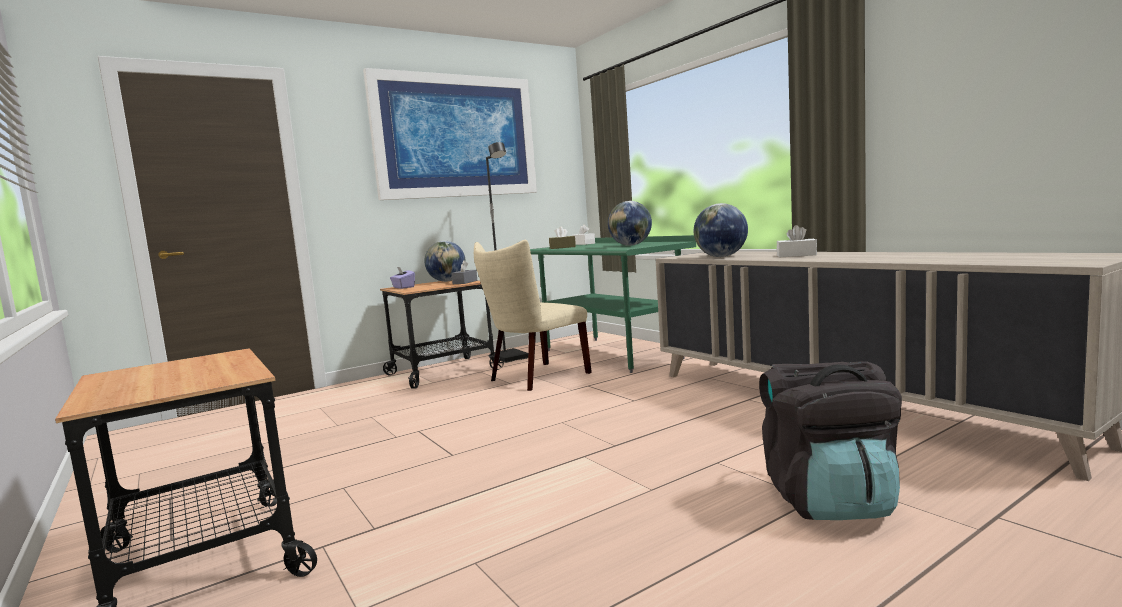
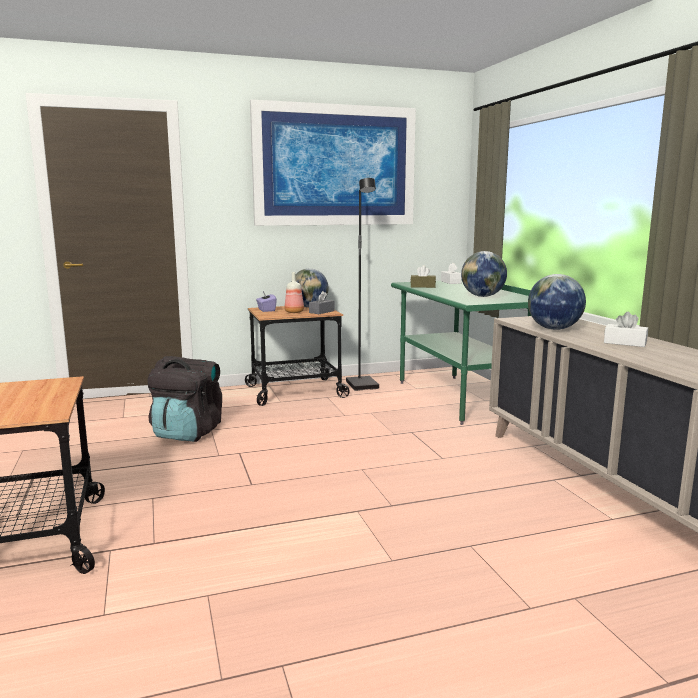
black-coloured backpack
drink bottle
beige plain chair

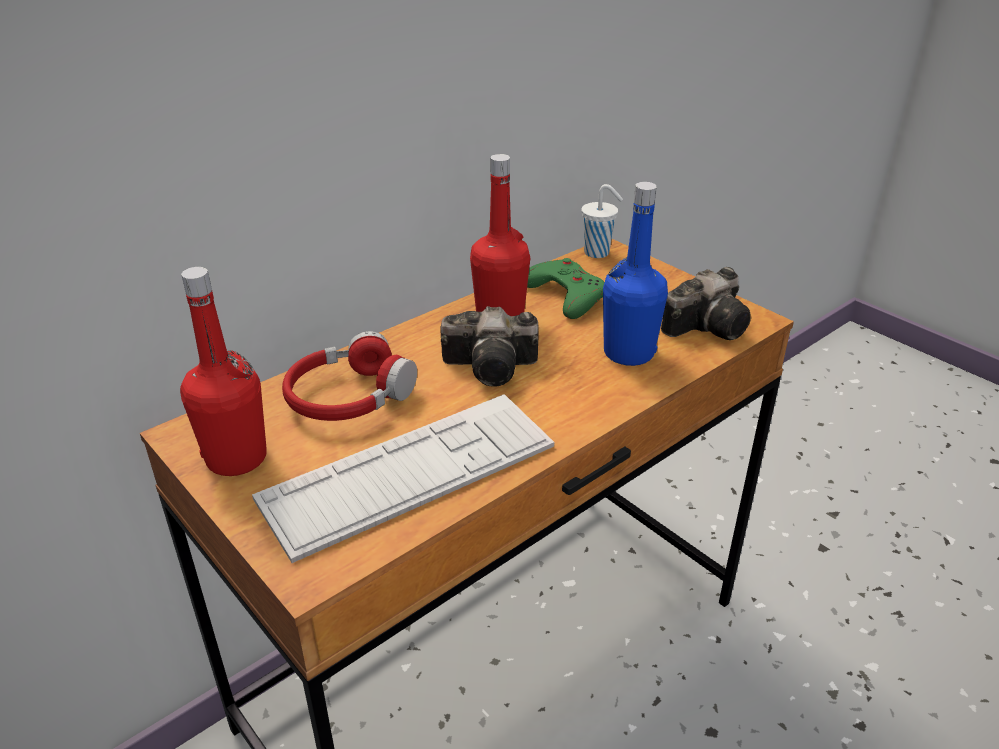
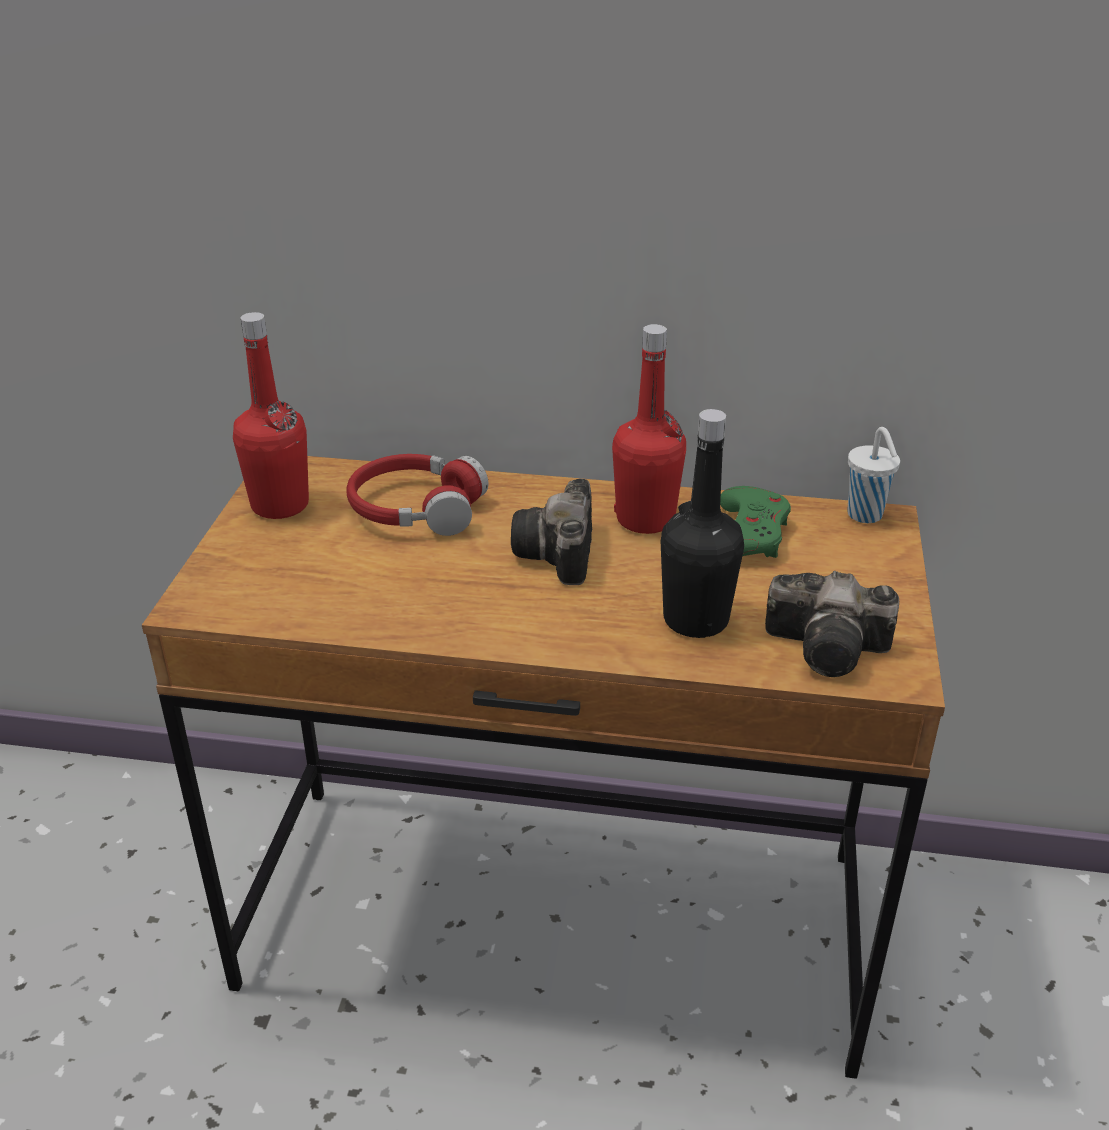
photo camera (1st from left)
black-coloured drink bottle
keyboard

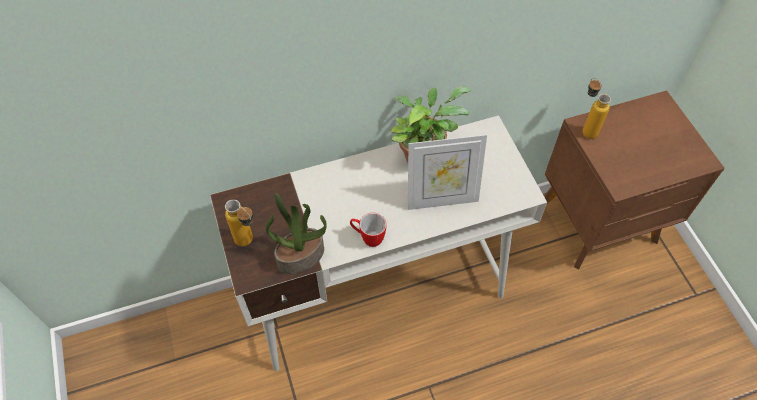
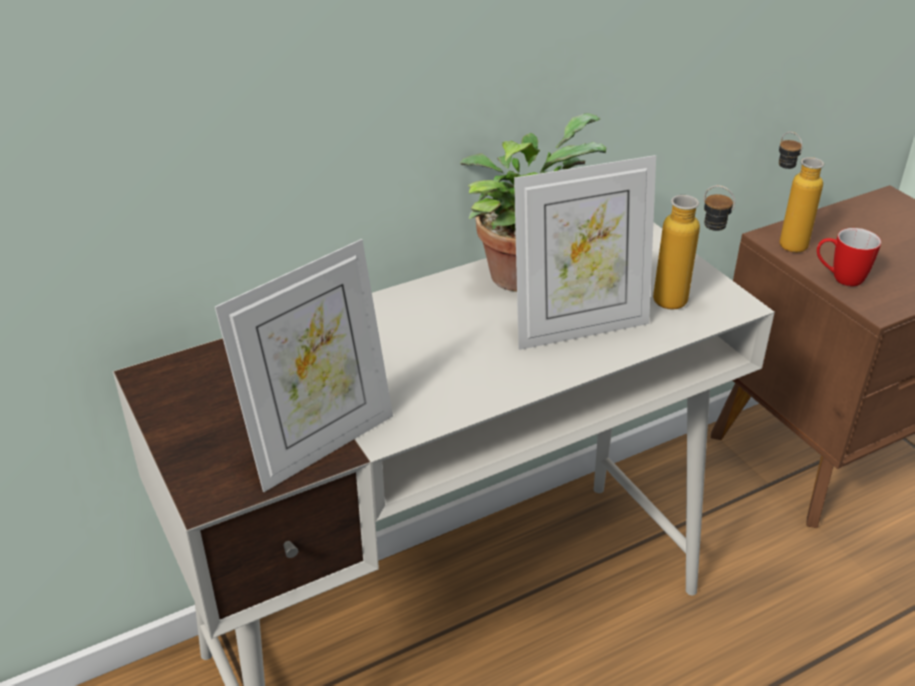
picture frame (1st from left)
drink bottle (1st from left)
coffee mug

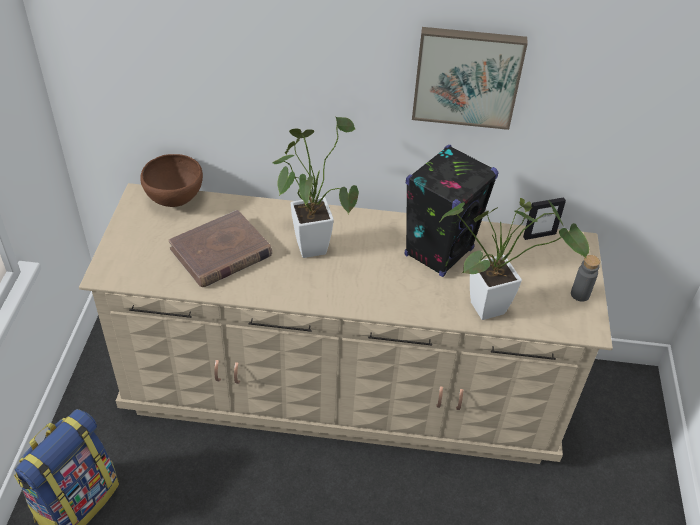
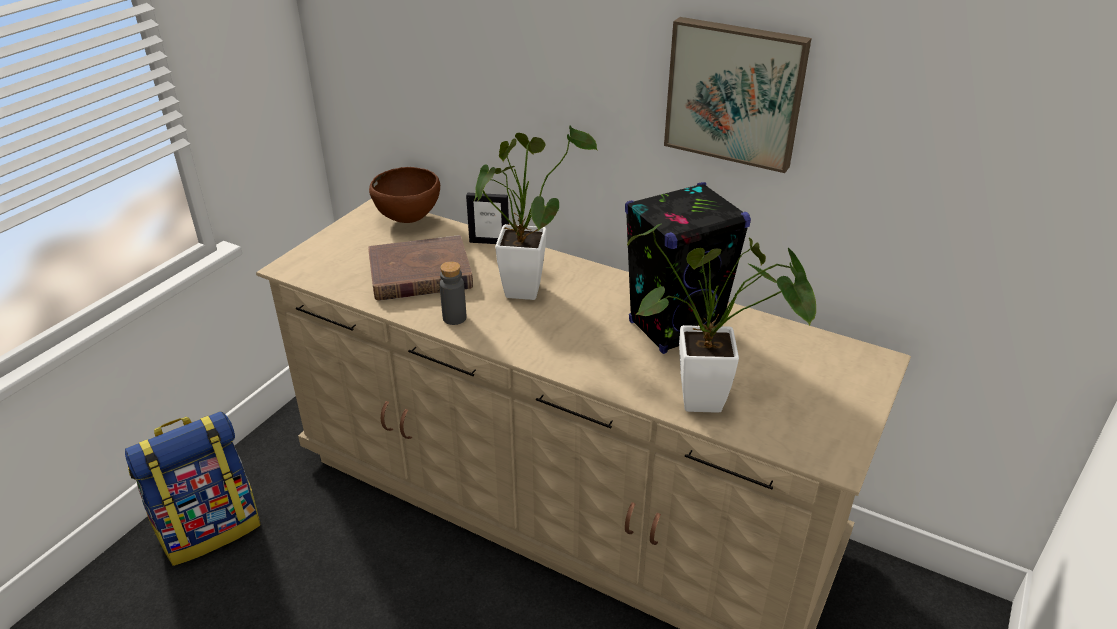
greyish drink bottle
picture frame

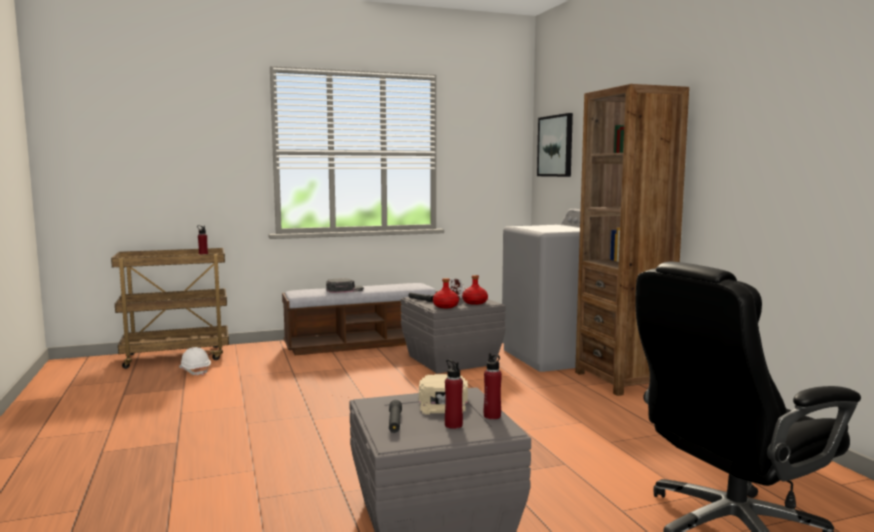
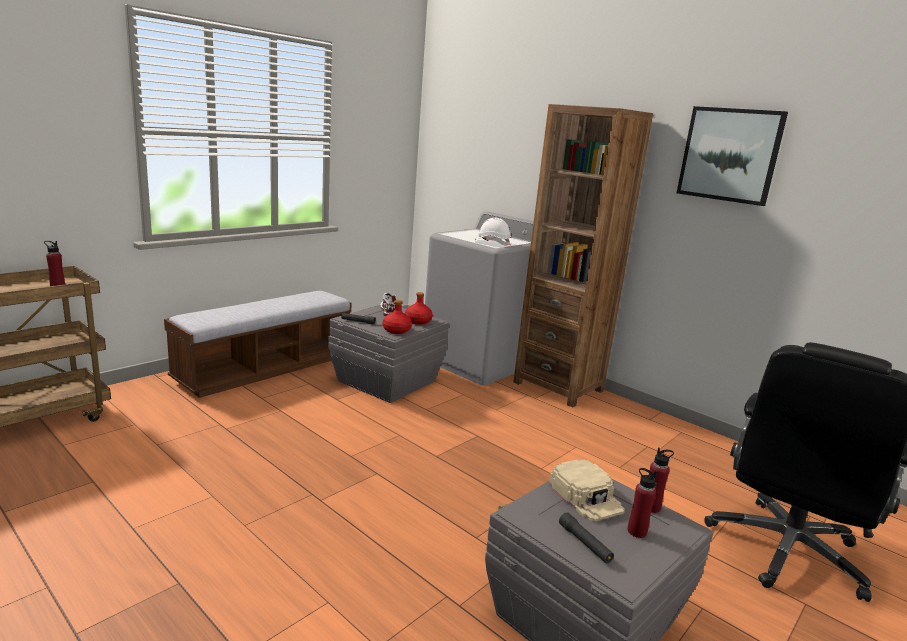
whitish work helmet
picture
black-coloured peaked cap

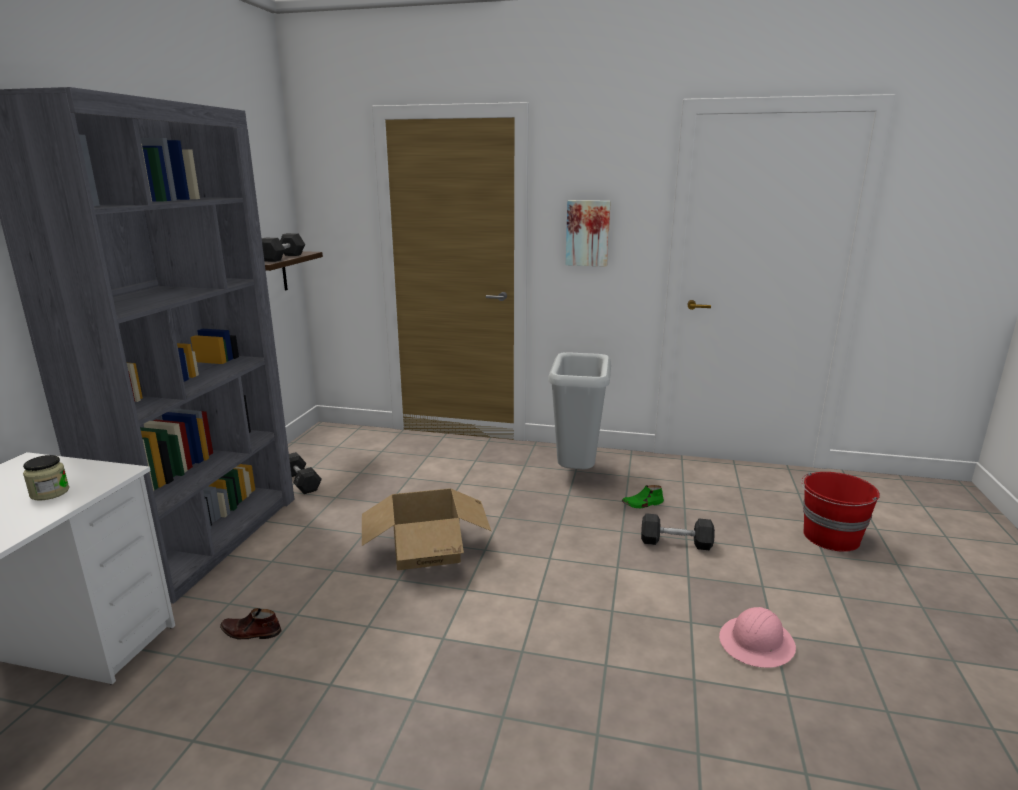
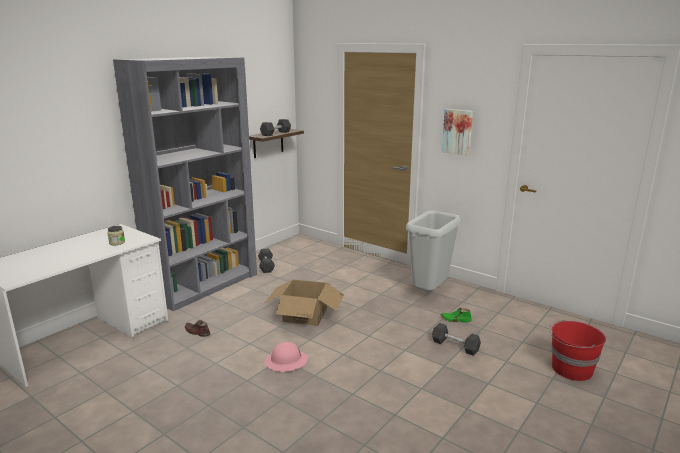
pink work helmet

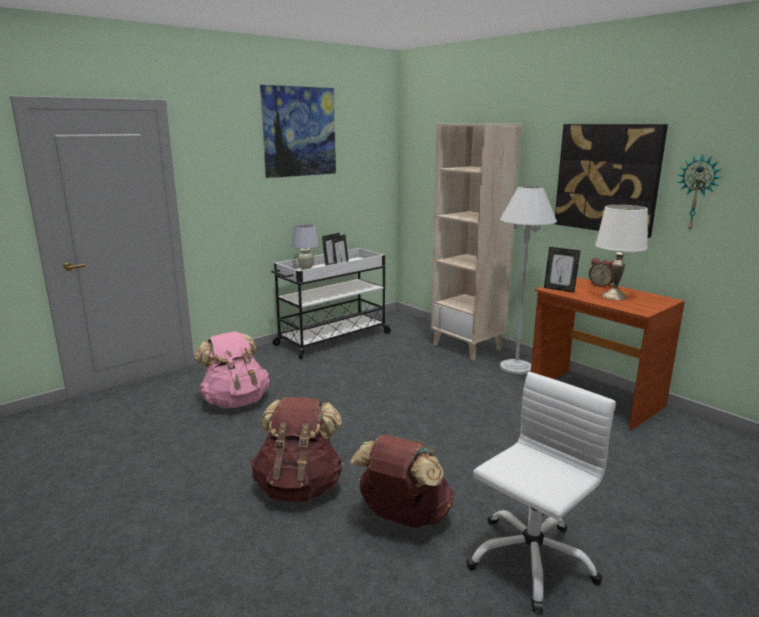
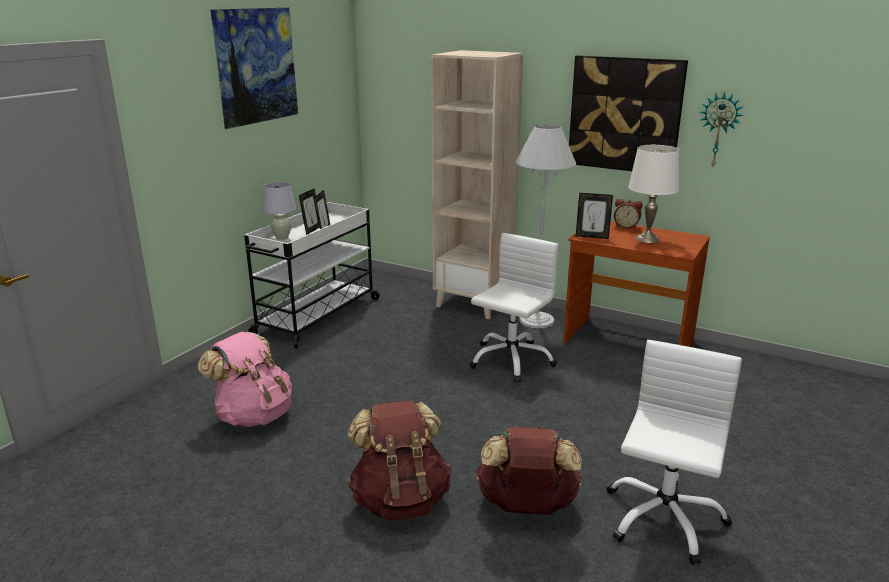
whitish computer chair (1st from left)

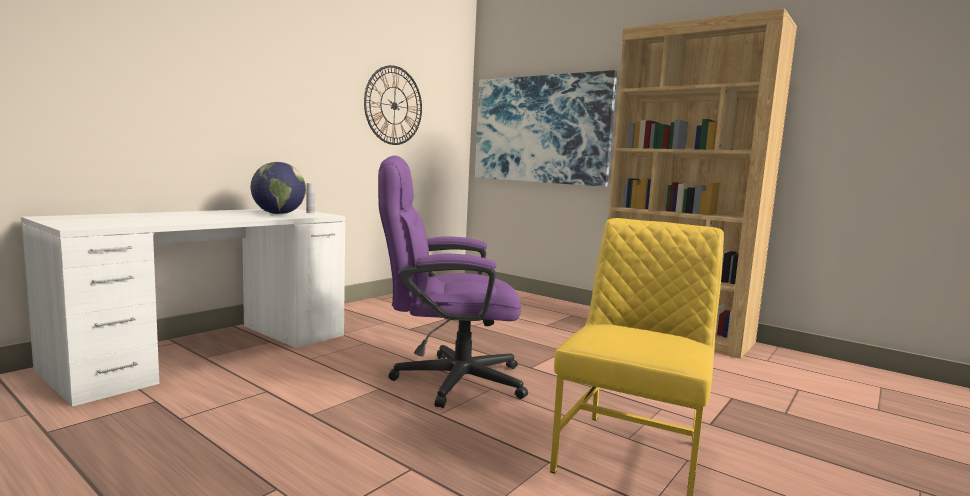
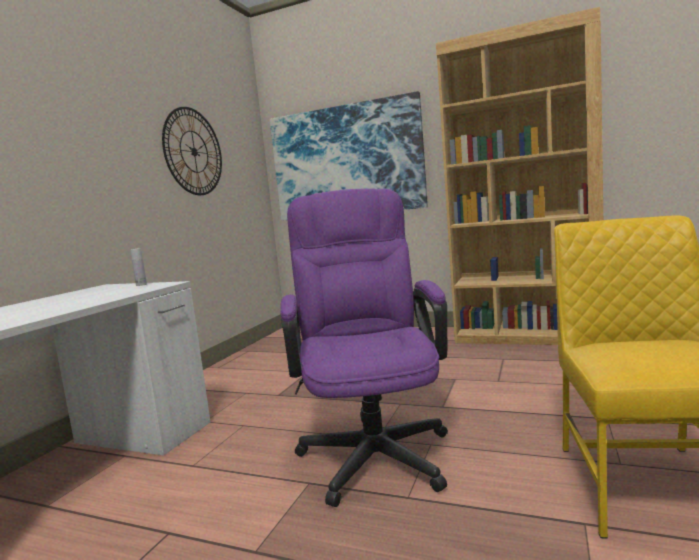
purple computer chair
desk globe

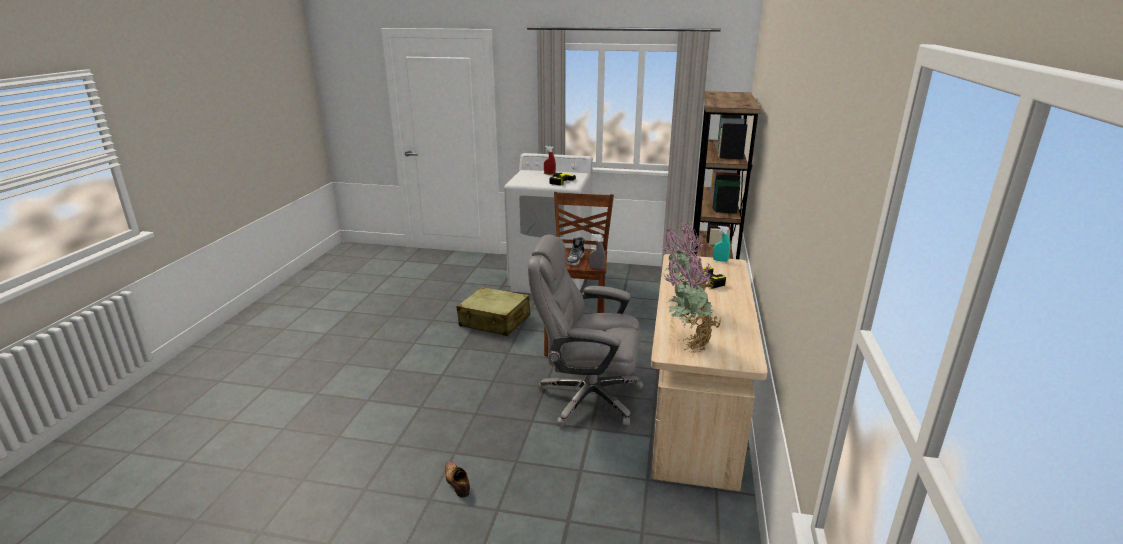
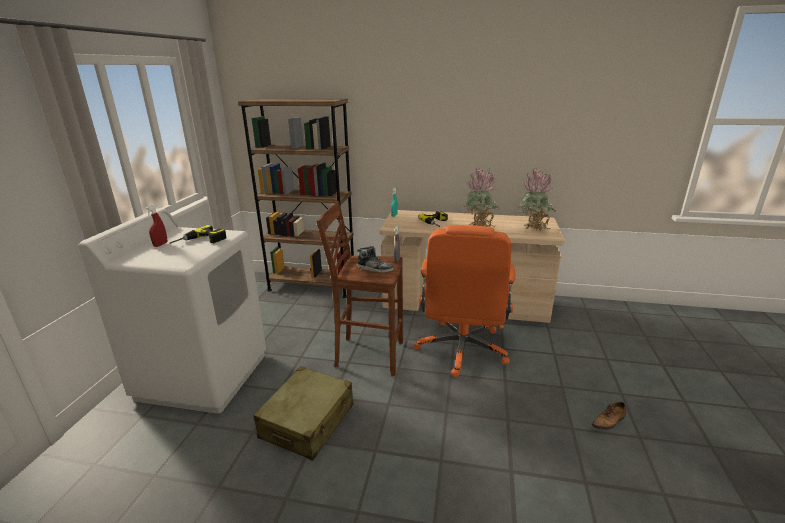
orange computer chair

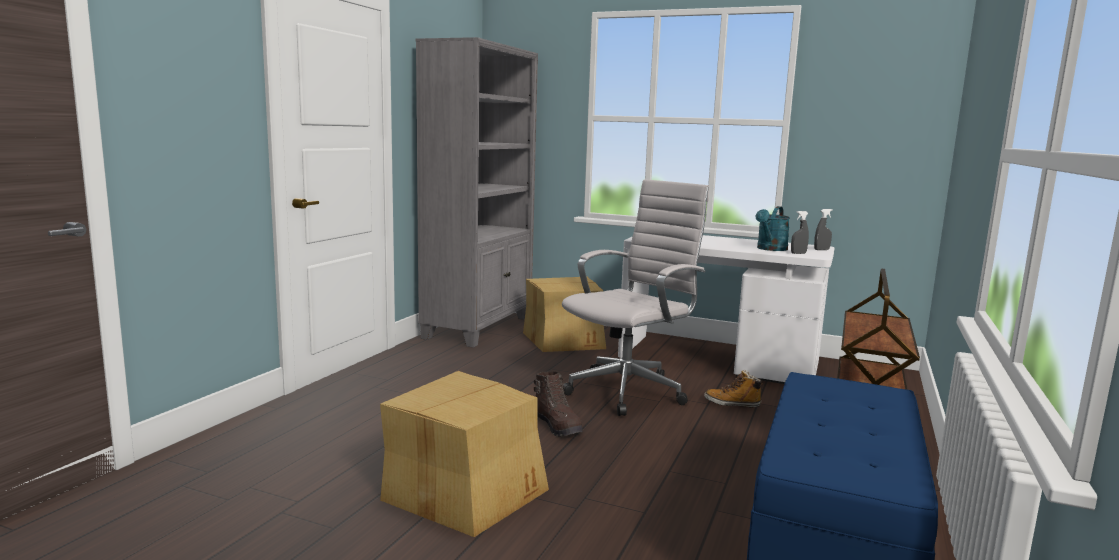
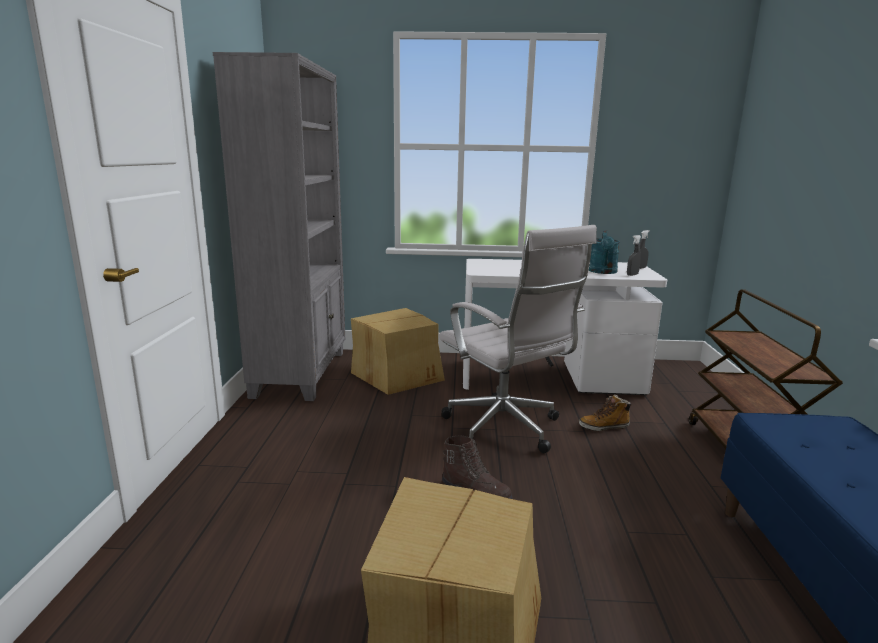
whitish computer chair

